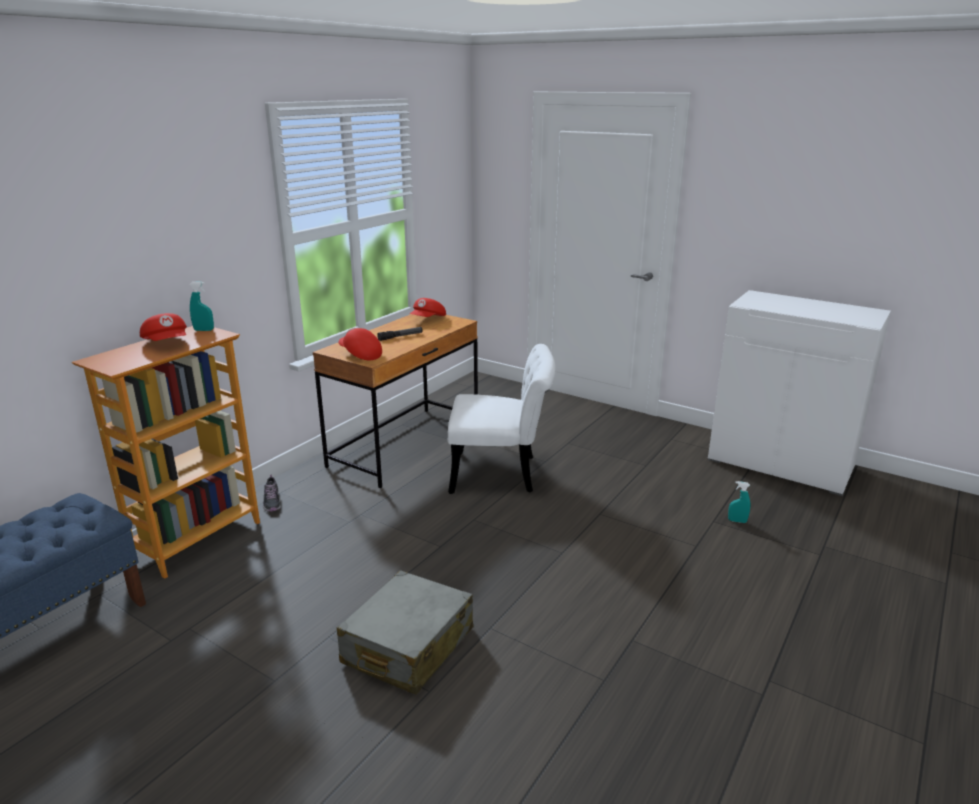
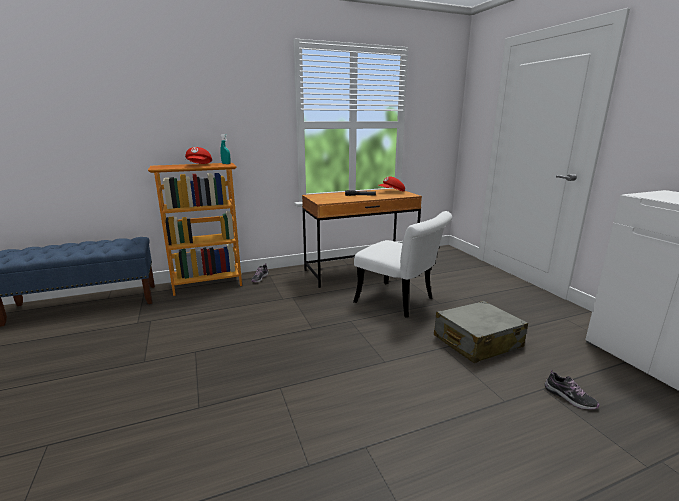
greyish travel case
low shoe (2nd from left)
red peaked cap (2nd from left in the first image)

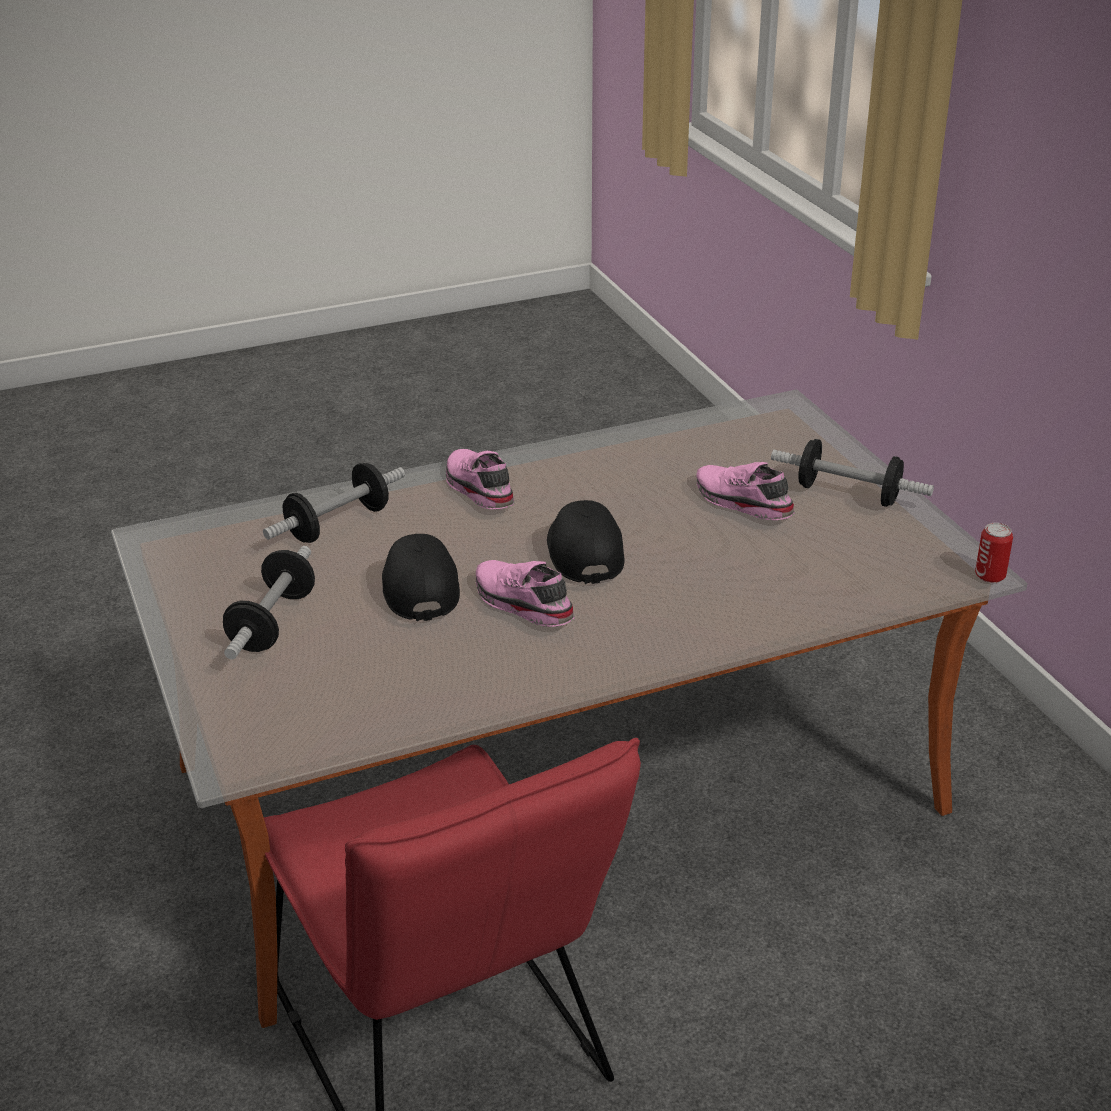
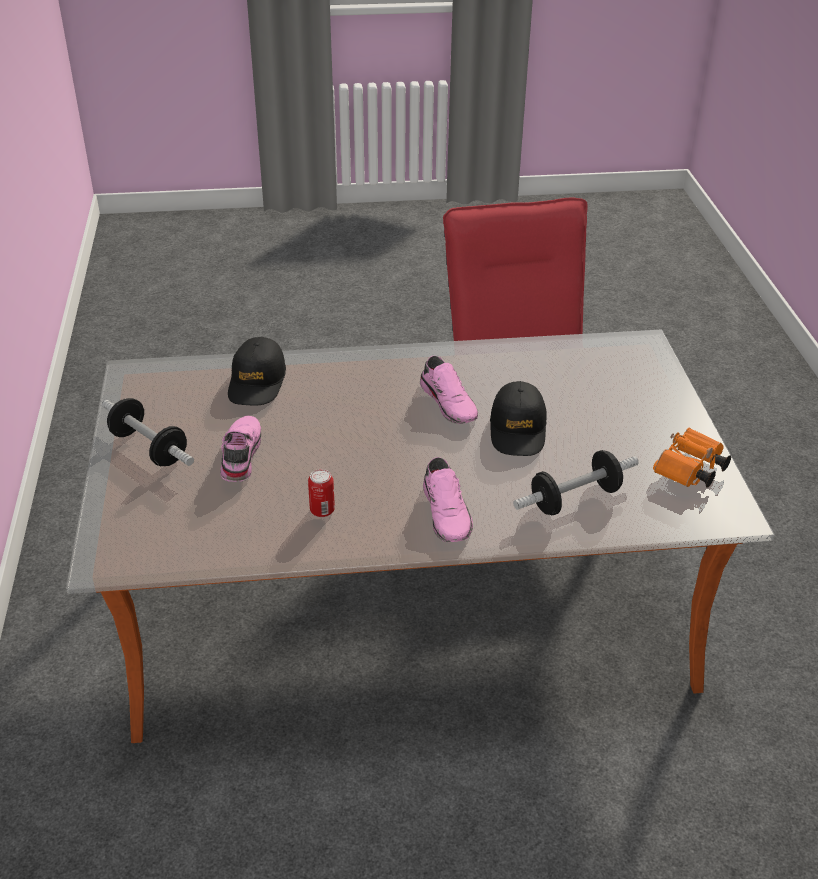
pink low shoe (1st from left)
black-coloured peaked cap (1st from left)
metal can
orange binoculars
dumbbell (1st from left in the first image)

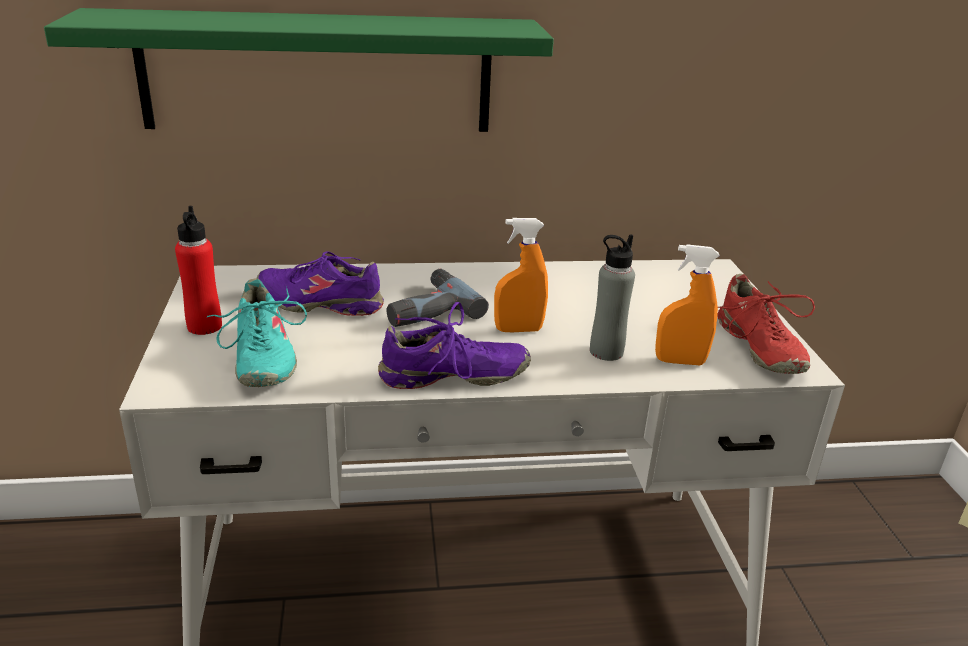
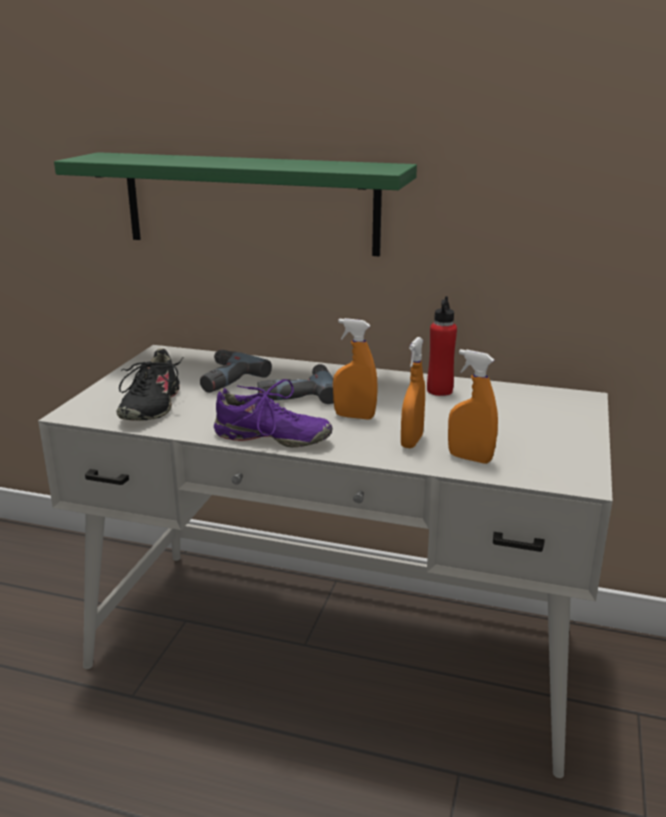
black-coloured low shoe
electric drill (1st from left)
orange sprayer (2nd from left)
red drink bottle
red low shoe

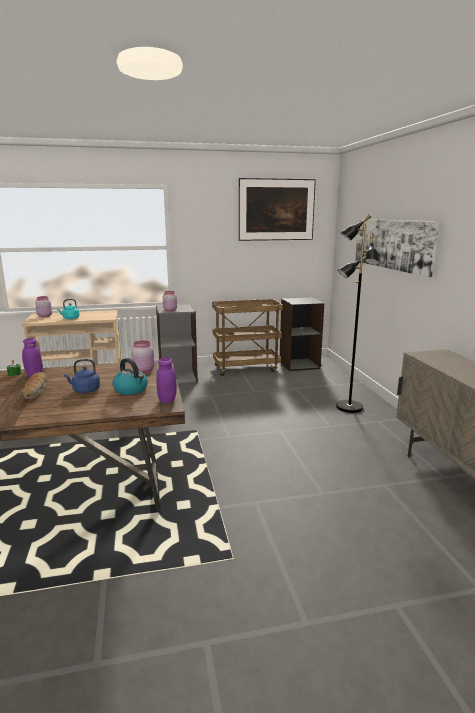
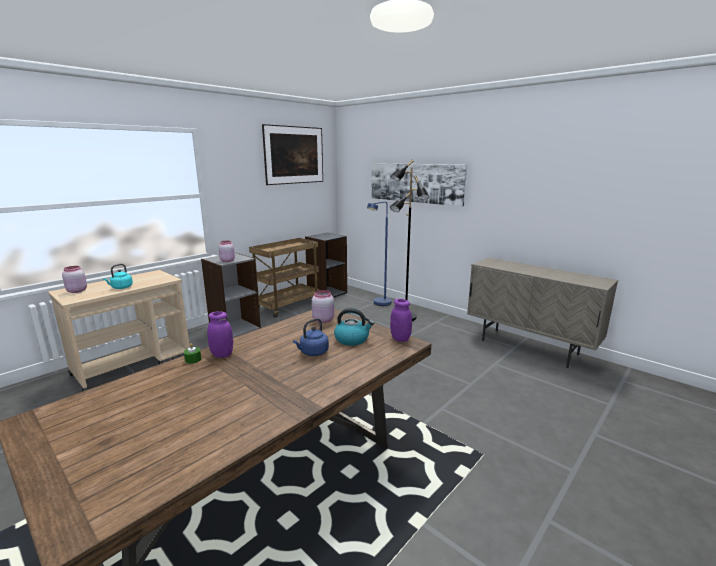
blue-coloured standard lamp
bread

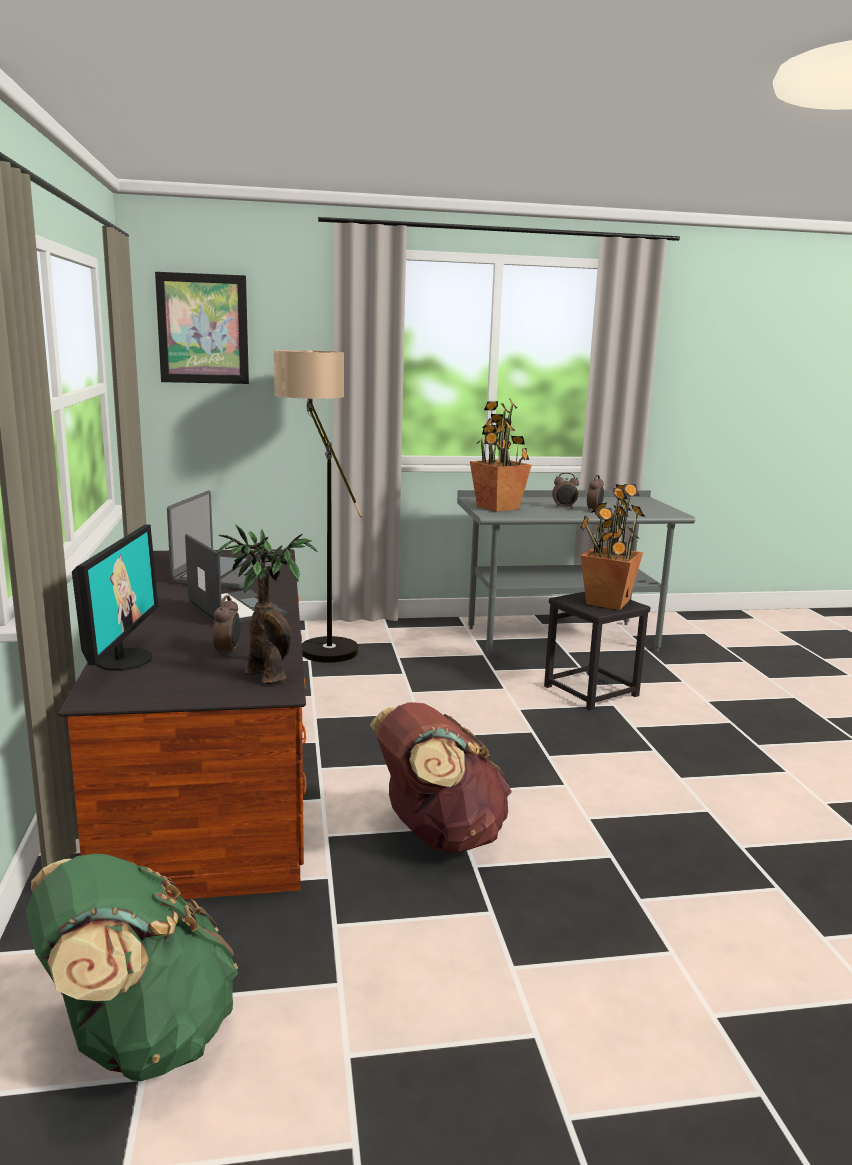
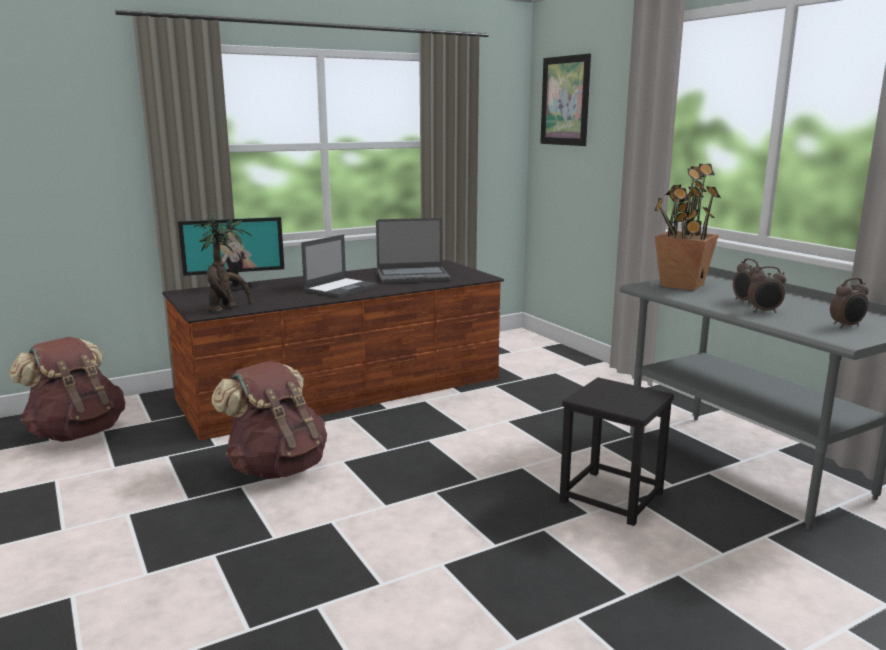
brown backpack (1st from left)
alarm clock (3rd from left)
standard lamp
plant in a pot (3rd from left in the first image)

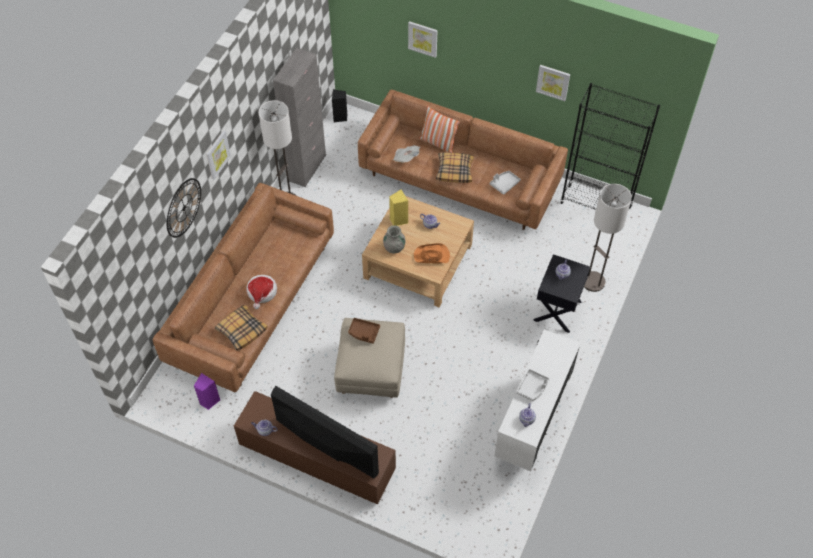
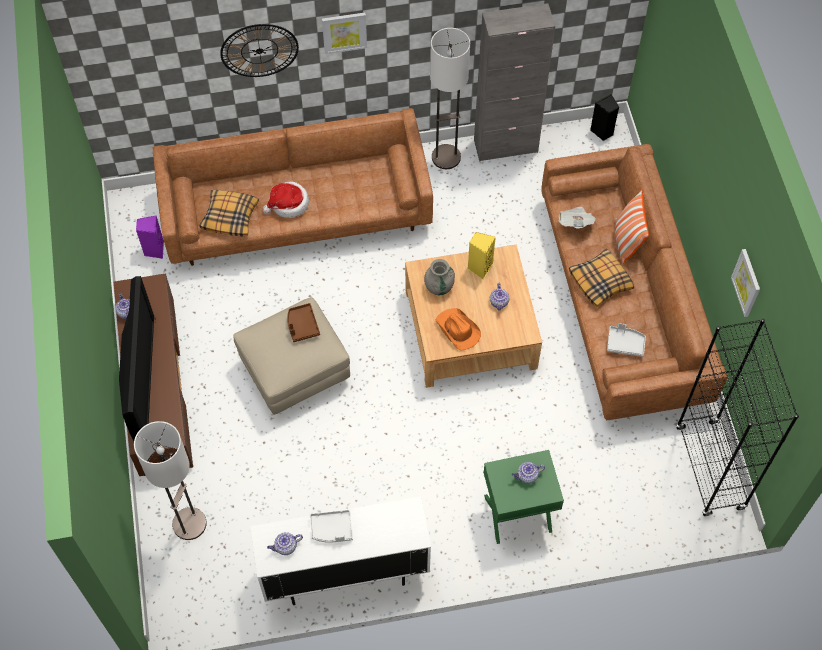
standard lamp (1st from left)
greenish accent table
picture (2nd from left in the first image)

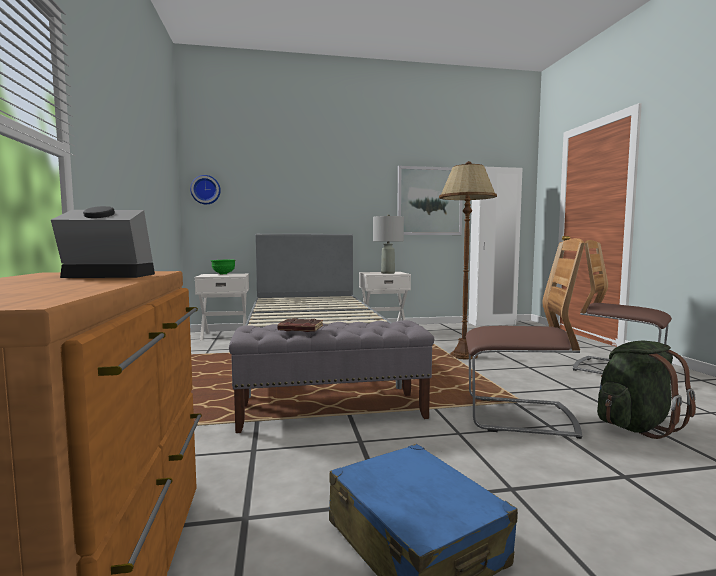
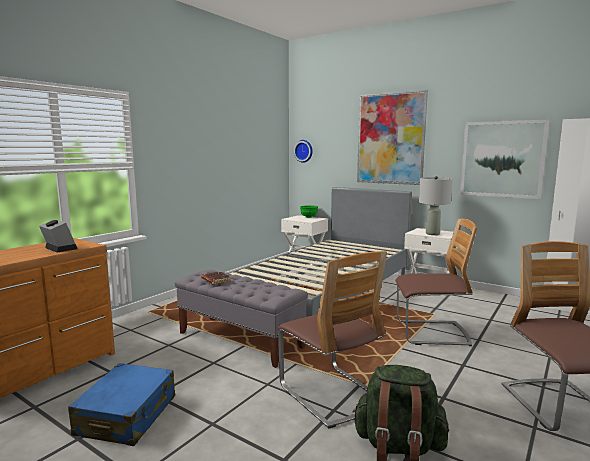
picture (1st from left)
plain chair (2nd from left)

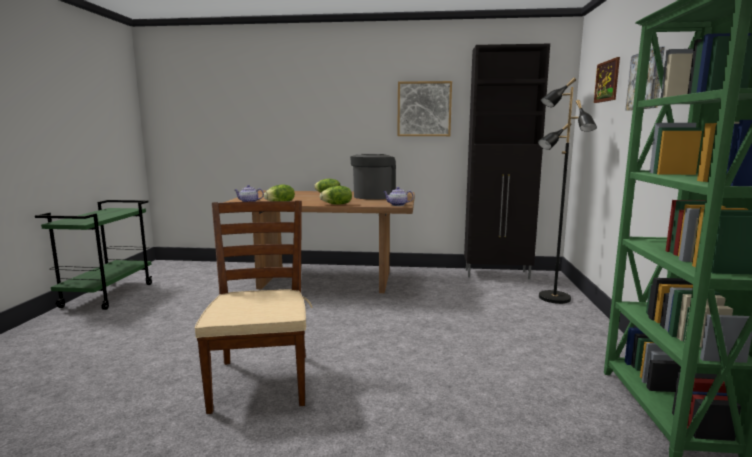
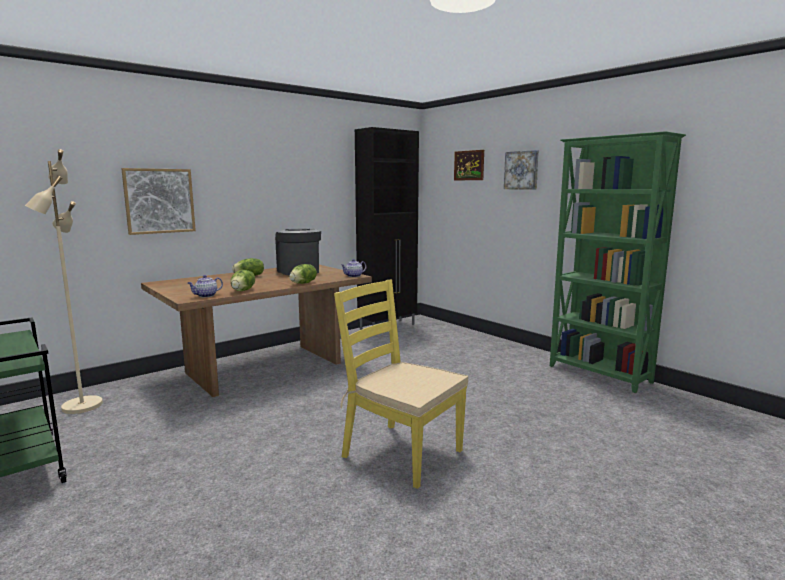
beige standard lamp
picture (1st from left)
yellow plain chair
black-coloured standard lamp

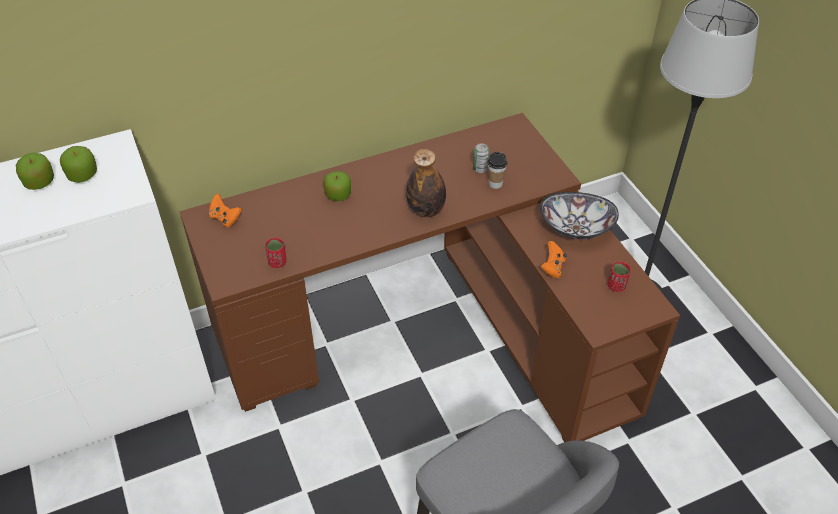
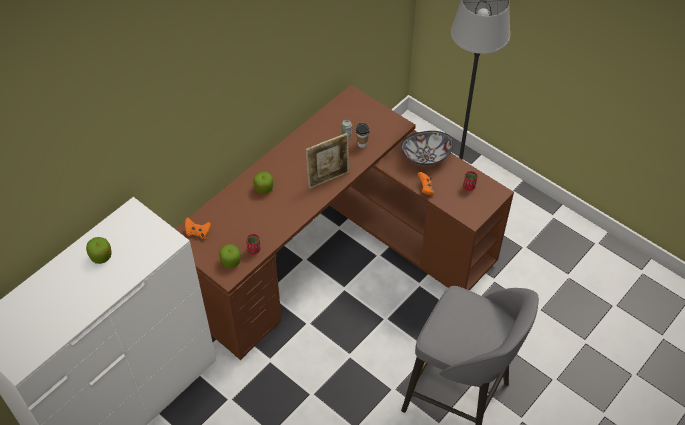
apple (2nd from left)
picture frame

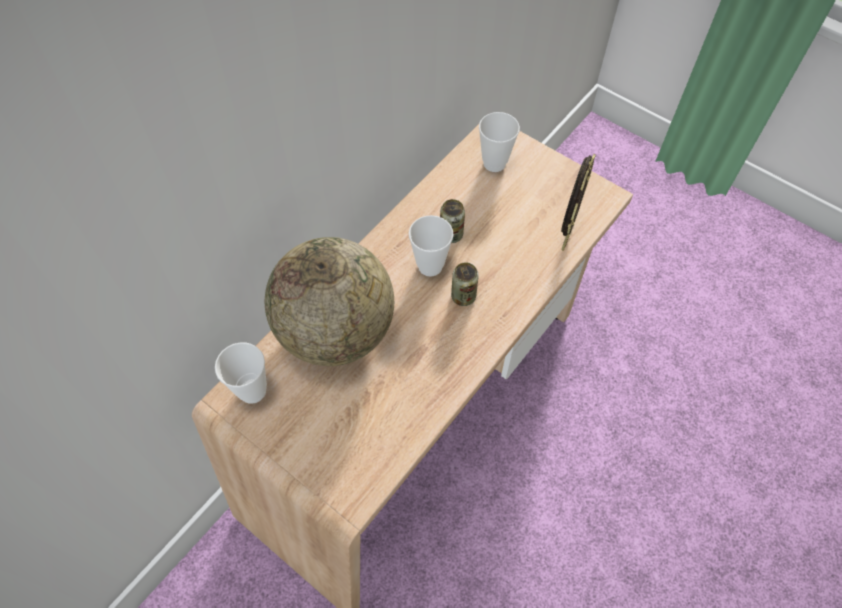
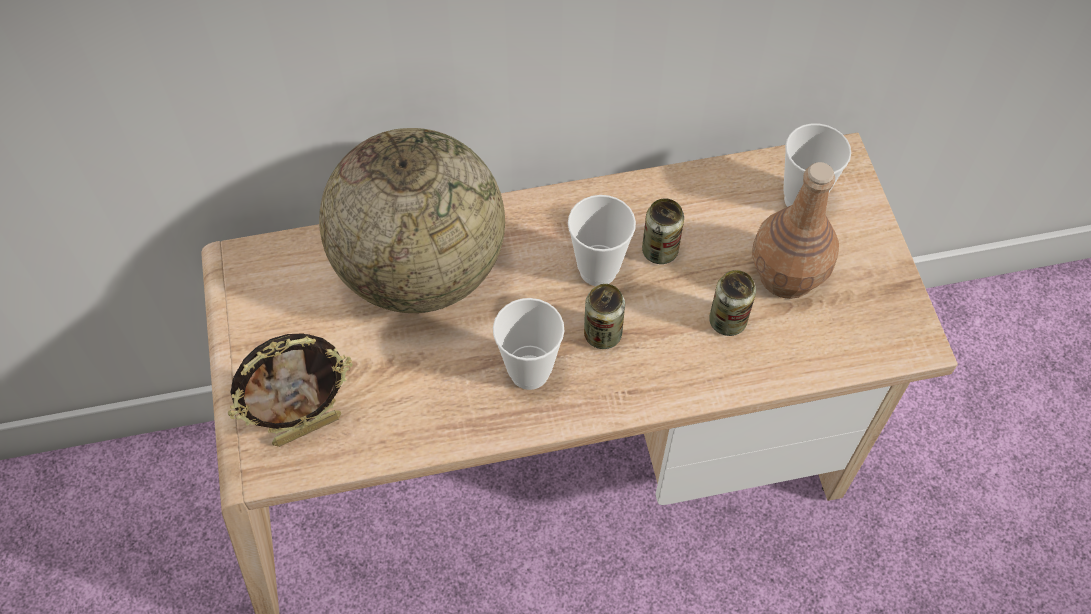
picture frame
cup (1st from left)
metal can (3rd from left)
brown drink bottle

